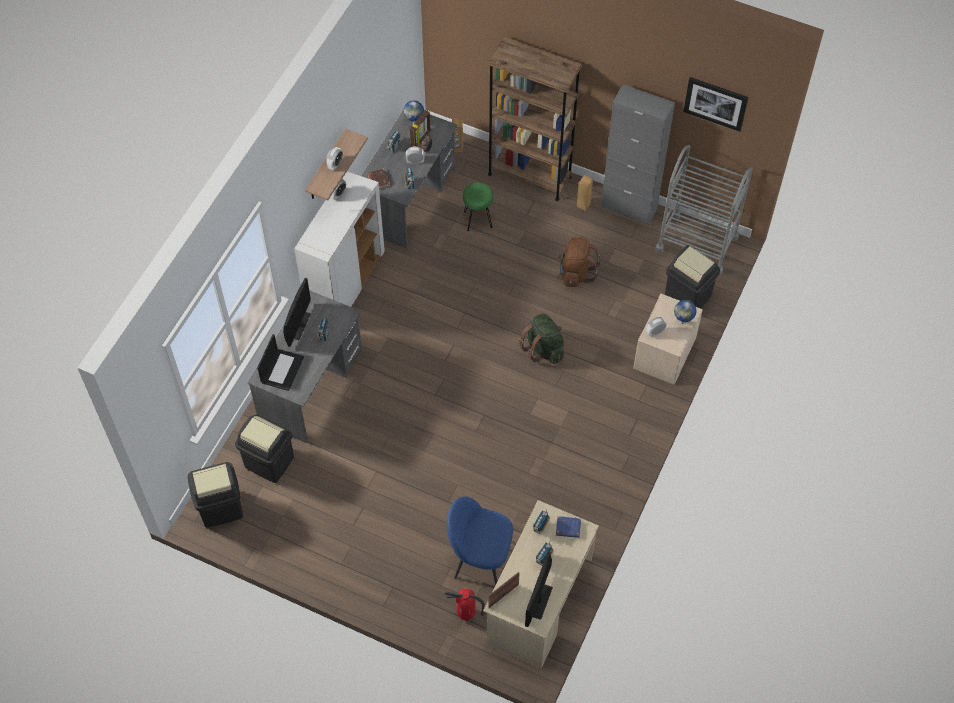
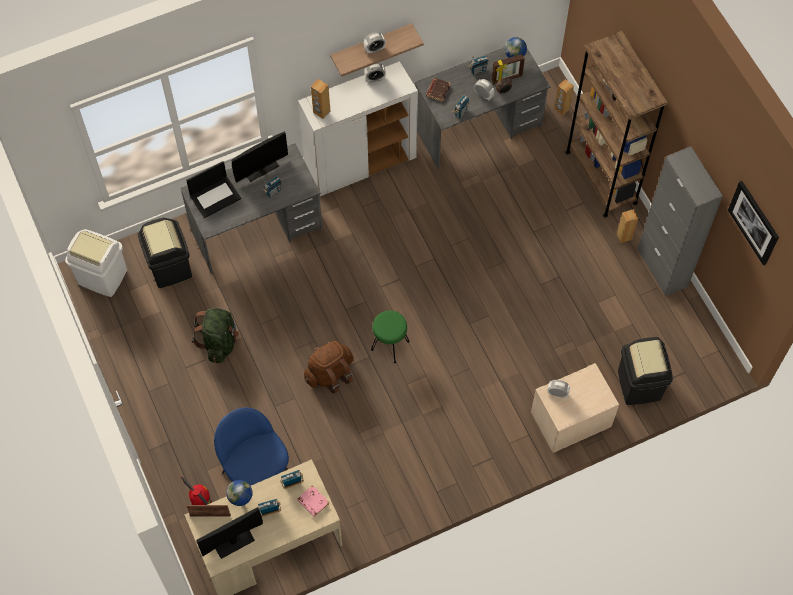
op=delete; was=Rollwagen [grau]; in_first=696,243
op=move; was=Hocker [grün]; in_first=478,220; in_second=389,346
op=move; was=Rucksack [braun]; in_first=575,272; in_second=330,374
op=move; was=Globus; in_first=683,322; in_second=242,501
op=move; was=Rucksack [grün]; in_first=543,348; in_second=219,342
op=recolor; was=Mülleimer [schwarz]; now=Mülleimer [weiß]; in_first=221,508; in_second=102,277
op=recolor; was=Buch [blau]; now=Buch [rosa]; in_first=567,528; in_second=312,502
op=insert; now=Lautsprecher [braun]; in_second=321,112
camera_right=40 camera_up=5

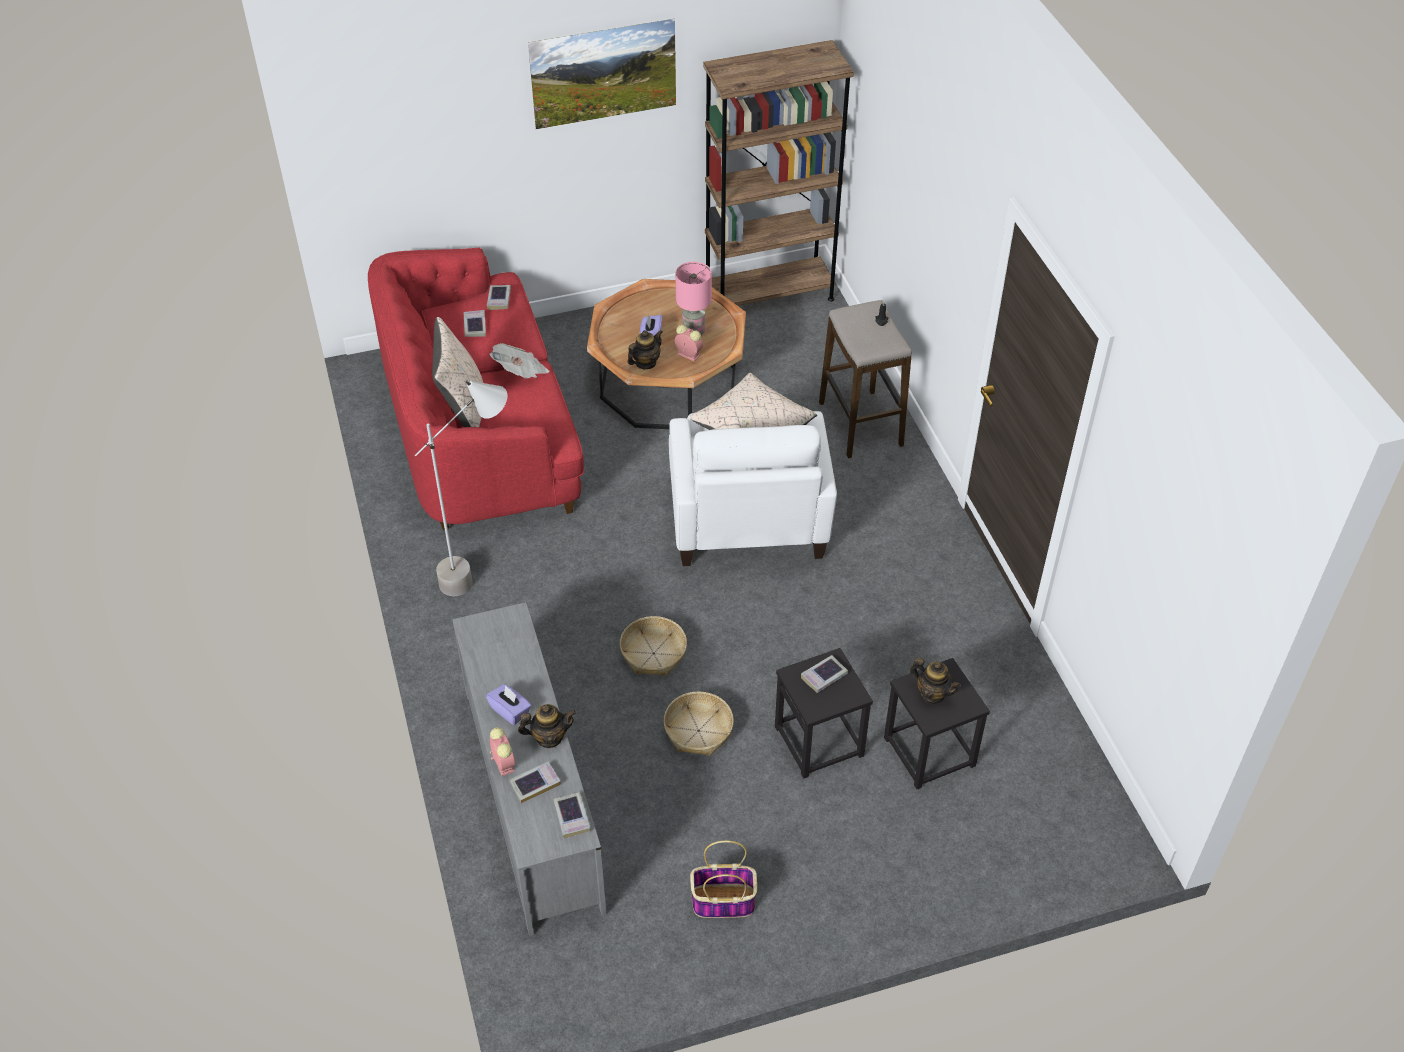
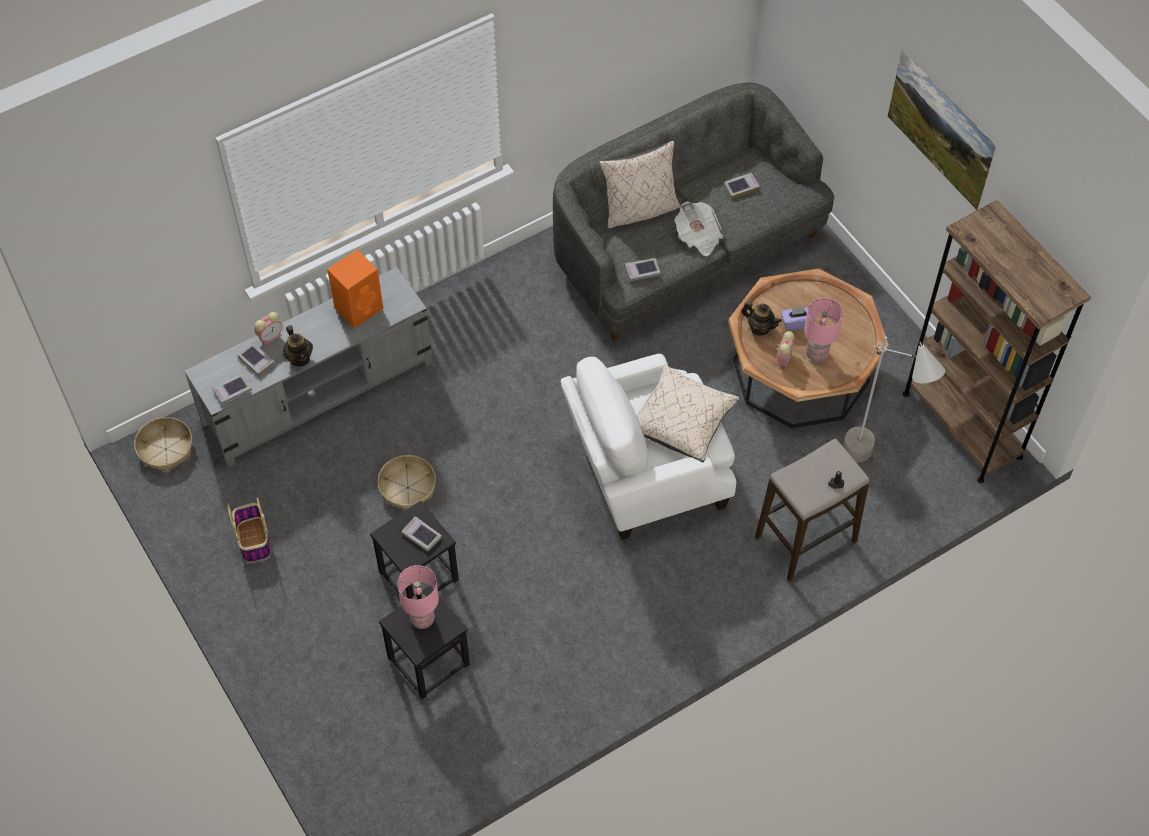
op=recolor; was=Sofa [rot]; now=Sofa [grau]; in_first=480,431; in_second=685,249
op=move; was=Buch; in_first=499,299; in_second=642,271
op=move; was=Stehlampe [grau]; in_first=482,574; in_second=874,466
op=move; was=Korb; in_first=653,654; in_second=165,449
op=replace; was=Teekanne; now=Tischlampe [rosa]; in_first=932,694; in_second=423,619
op=delete; was=Taschentuchbox [lila]; in_first=510,711
op=insert; now=Lautsprecher [orange]; in_second=360,307
camera_right=75 camera_up=10

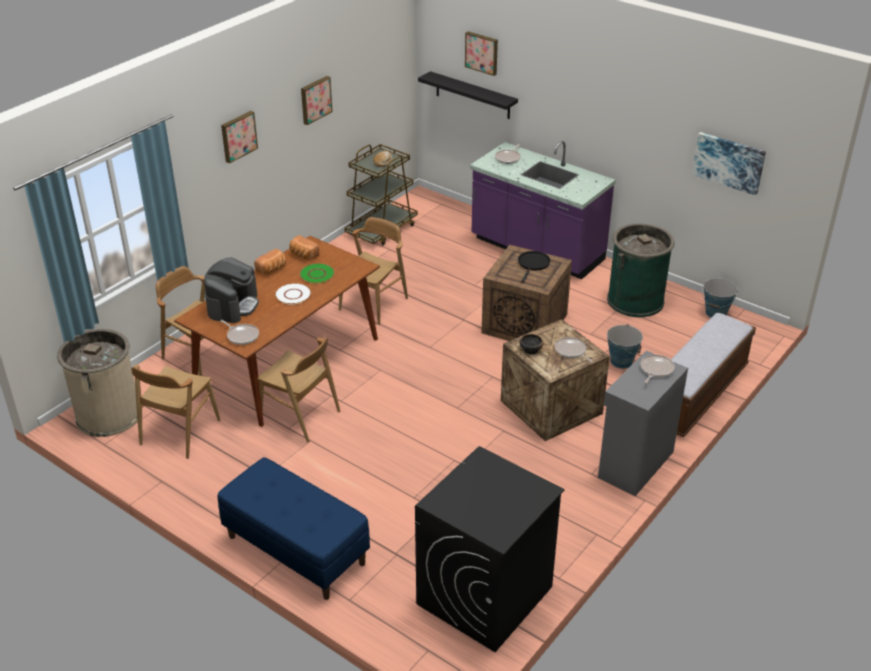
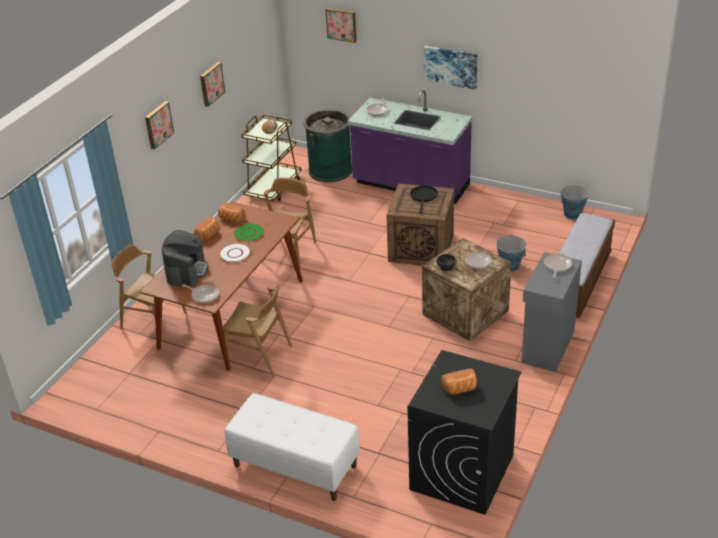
op=delete; was=Wandregal [schwarz]; in_first=472,95
op=move; was=Bild; in_first=729,162; in_second=450,66
op=move; was=Mülleimer [grün]; in_first=635,300; in_second=330,170
op=delete; was=Mülleimer [beige]; in_first=108,415
op=delete; was=Stuhl [braun]; in_first=179,432
op=recolor; was=Bank [blau]; now=Bank [weiß]; in_first=295,550; in_second=294,466
op=insert; now=Brot; in_second=460,389
camera_right=-10 camera_up=0

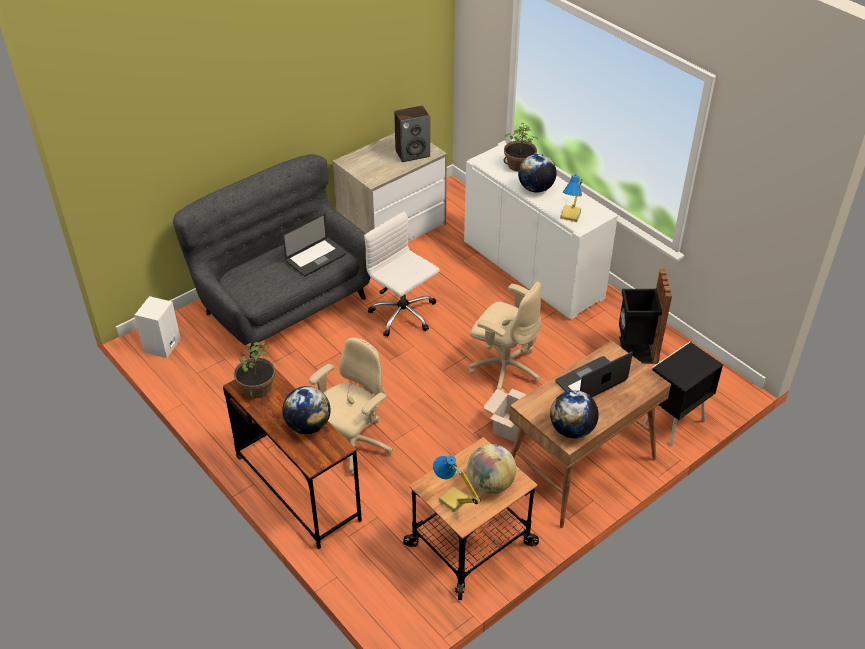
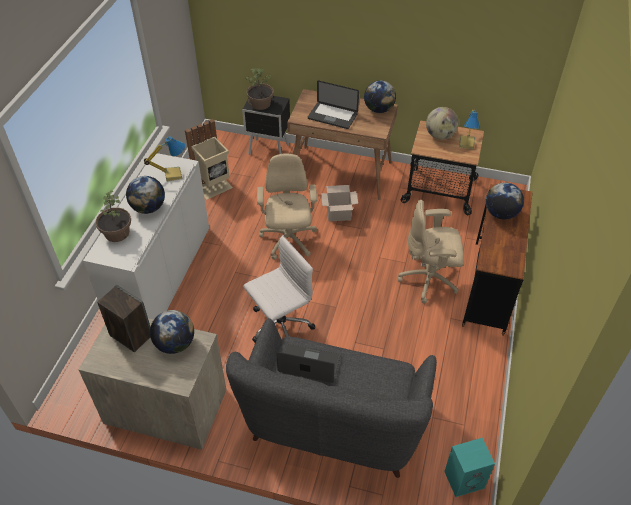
op=rotate; was=Bürostuhl [weiß]; in_first=404,315; in_second=279,327; clockwise=-135
op=recolor; was=Mülleimer [schwarz]; now=Mülleimer [beige]; in_first=636,350; in_second=214,187
op=recolor; was=Lautsprecher [weiß]; now=Lautsprecher [türkis]; in_first=162,346; in_second=464,478
op=move; was=Topfpflanze; in_first=256,387; in_second=261,104
op=insert; now=Globus; in_second=175,344
camera_right=-125 camera_up=5

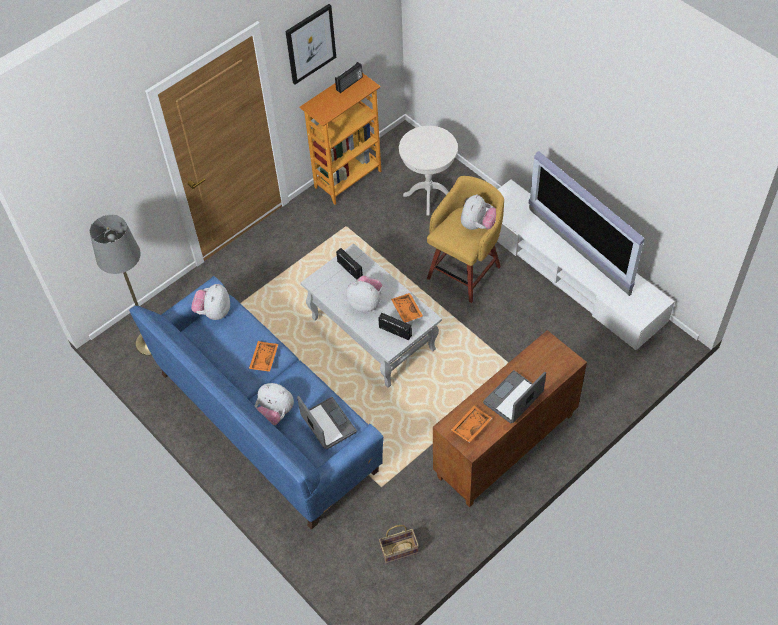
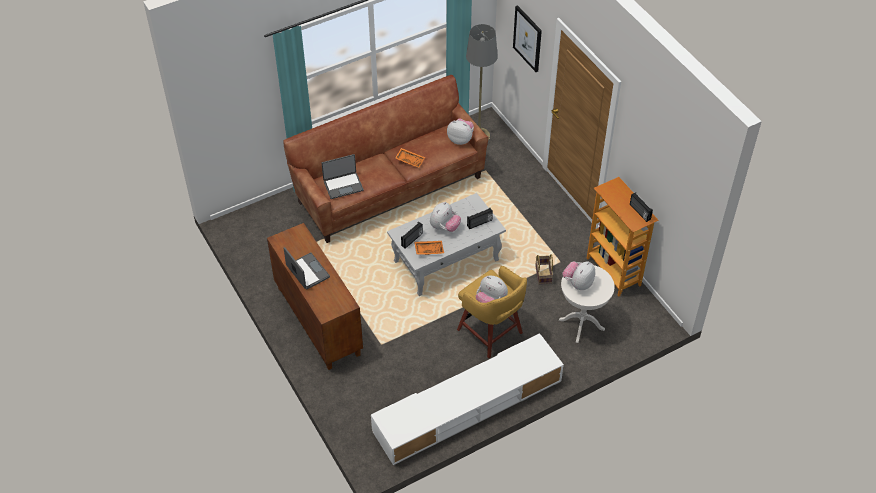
op=move; was=Bild; in_first=310,43; in_second=528,38
op=delete; was=Fernseher; in_first=578,252
op=recolor; was=Sofa [blau]; now=Sofa [braun]; in_first=267,422; in_second=389,189
op=move; was=Plüschtier; in_first=275,413; in_second=578,283
op=delete; was=Tablett [orange]; in_first=470,426
op=move; was=Korb; in_first=398,551; in_second=542,274
camera_right=100 camera_up=-5

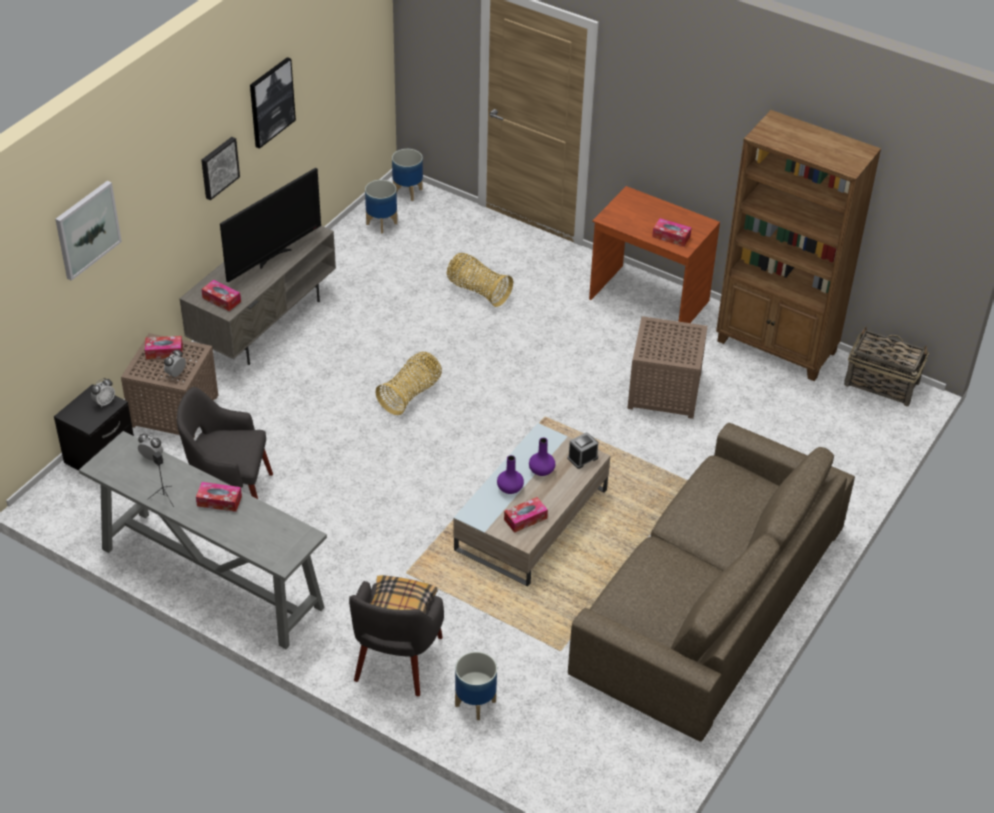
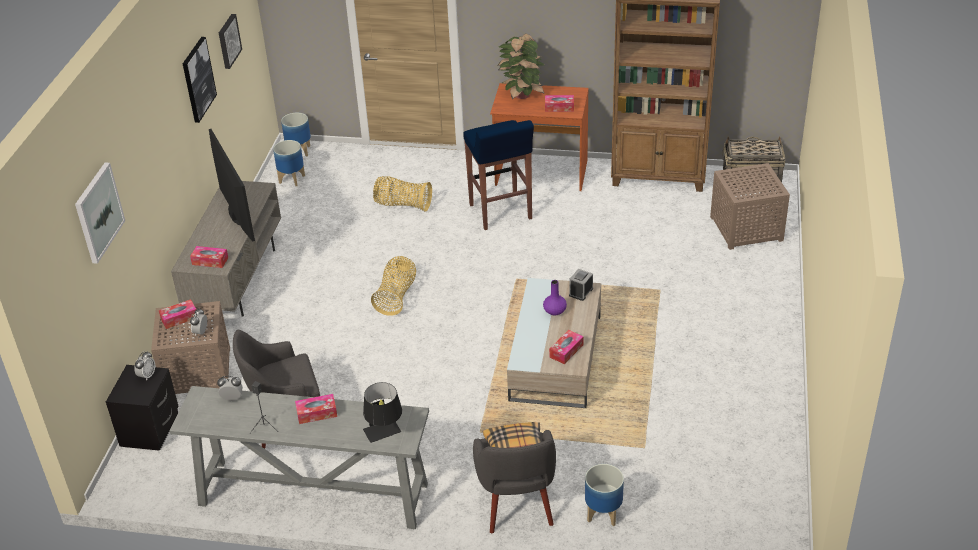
op=move; was=Bild; in_first=218,167; in_second=228,41
op=rotate; was=Fernseher; in_first=273,257; in_second=235,216; clockwise=-45
op=move; was=Beistelltisch [braun]; in_first=663,392; in_second=745,229
op=delete; was=Sofa [braun]; in_first=708,600
op=delete; was=Vase [lila]; in_first=509,488
op=insert; now=Topfpflanze; in_second=521,96
op=insert; now=Hocker [blau]; in_second=500,212
op=insert; now=Tischlampe [schwarz]; in_second=385,435
camera_right=-20 camera_up=-5

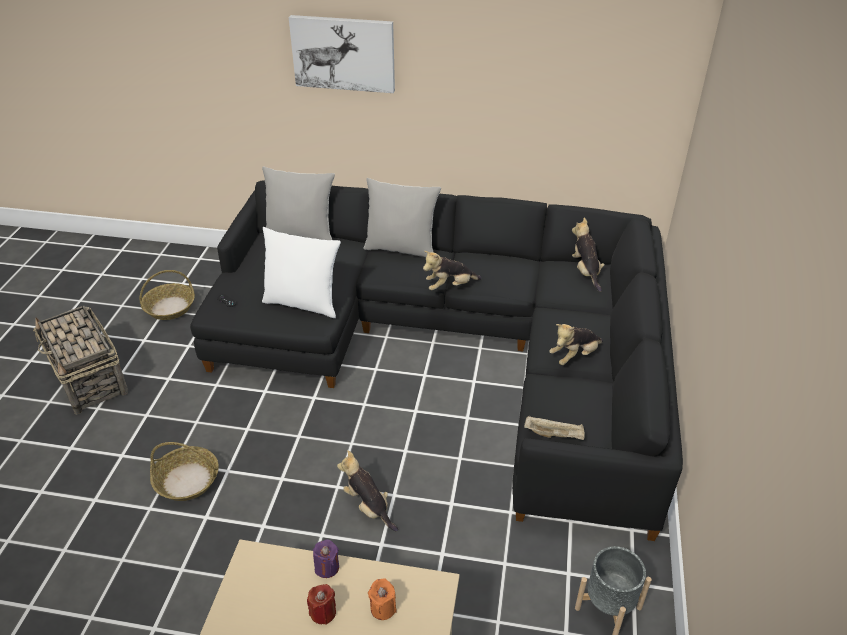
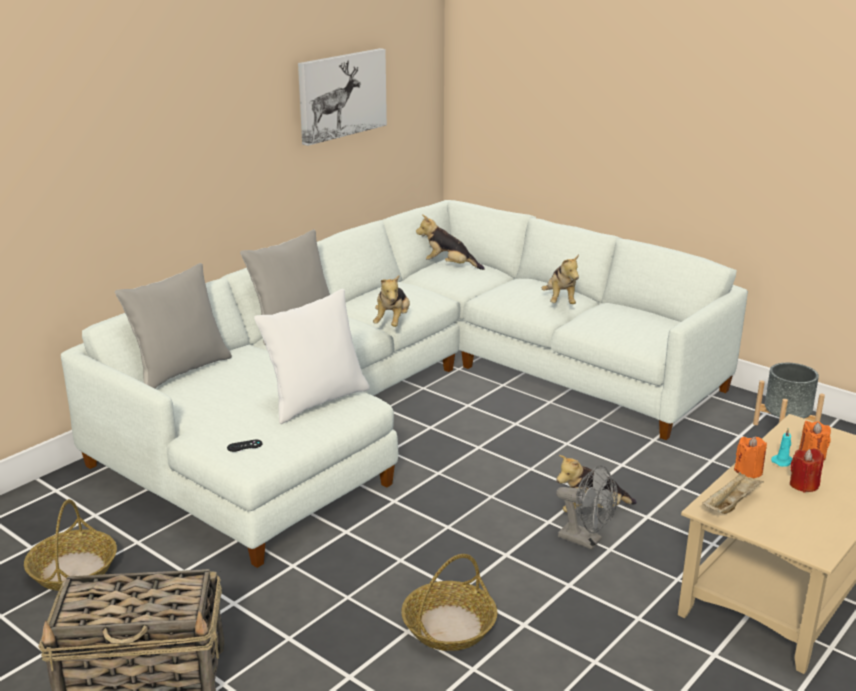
op=move; was=Bild; in_first=343,53; in_second=341,95
op=recolor; was=Sofa [schwarz]; now=Sofa [weiß]; in_first=455,347; in_second=406,399
op=move; was=Tablett [beige]; in_first=554,435; in_second=730,504
op=recolor; was=Kerze [lila]; now=Kerze [orange]; in_first=327,567; in_second=748,471
op=insert; now=Kerze [türkis]; in_second=783,461
op=insert; now=Ventilator [grau]; in_second=586,540
camera_right=-60 camera_up=-15

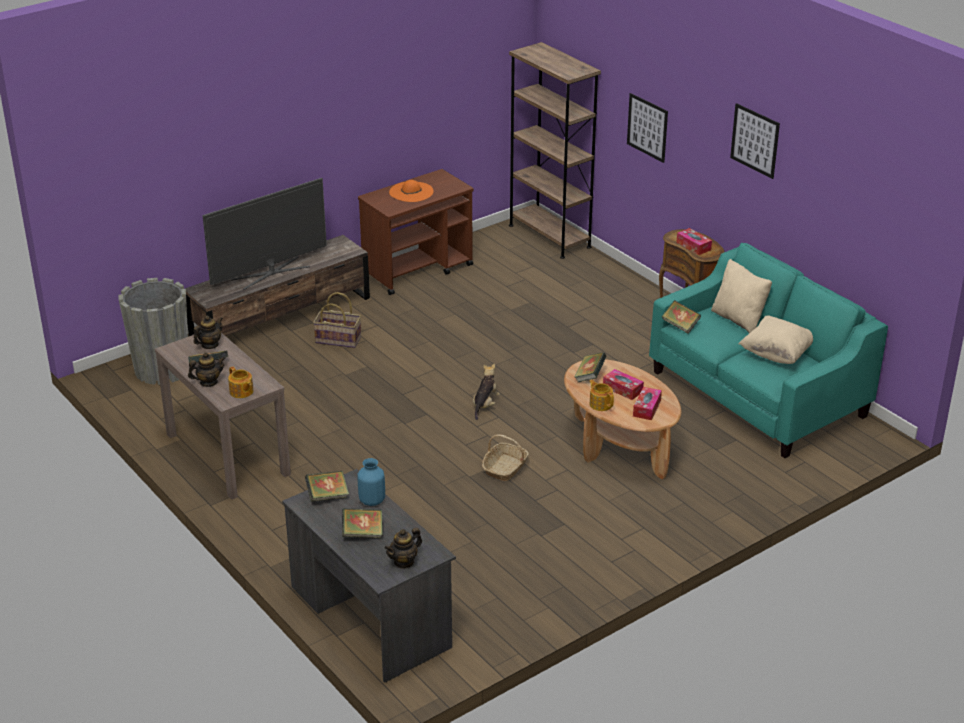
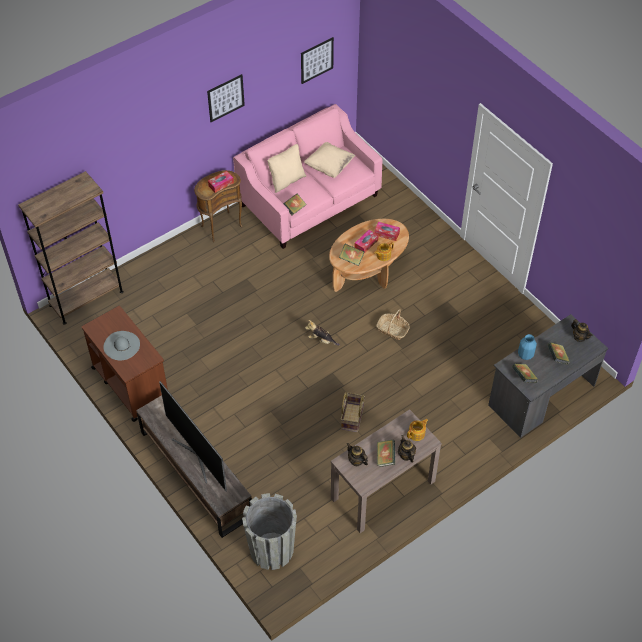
op=move; was=Bild; in_first=647,127; in_second=317,60
op=recolor; was=Hut [orange]; now=Hut [grau]; in_first=411,192; in_second=121,345
op=recolor; was=Sofa [türkis]; now=Sofa [rosa]; in_first=758,394; in_second=309,200
op=move; was=Korb; in_first=338,339; in_second=351,417
camera_right=-90 camera_up=20

